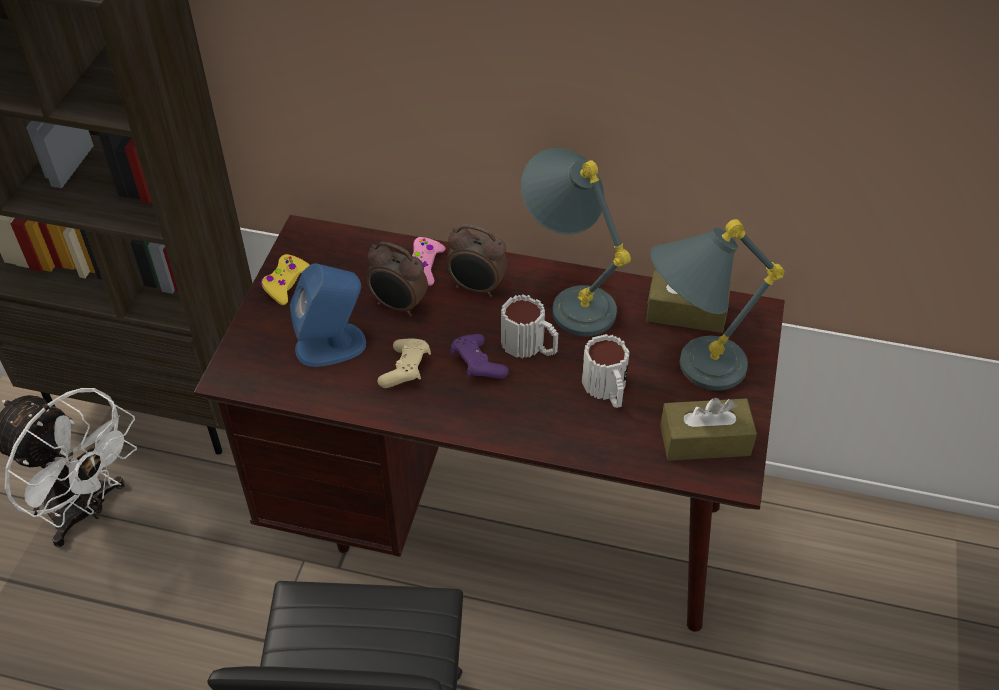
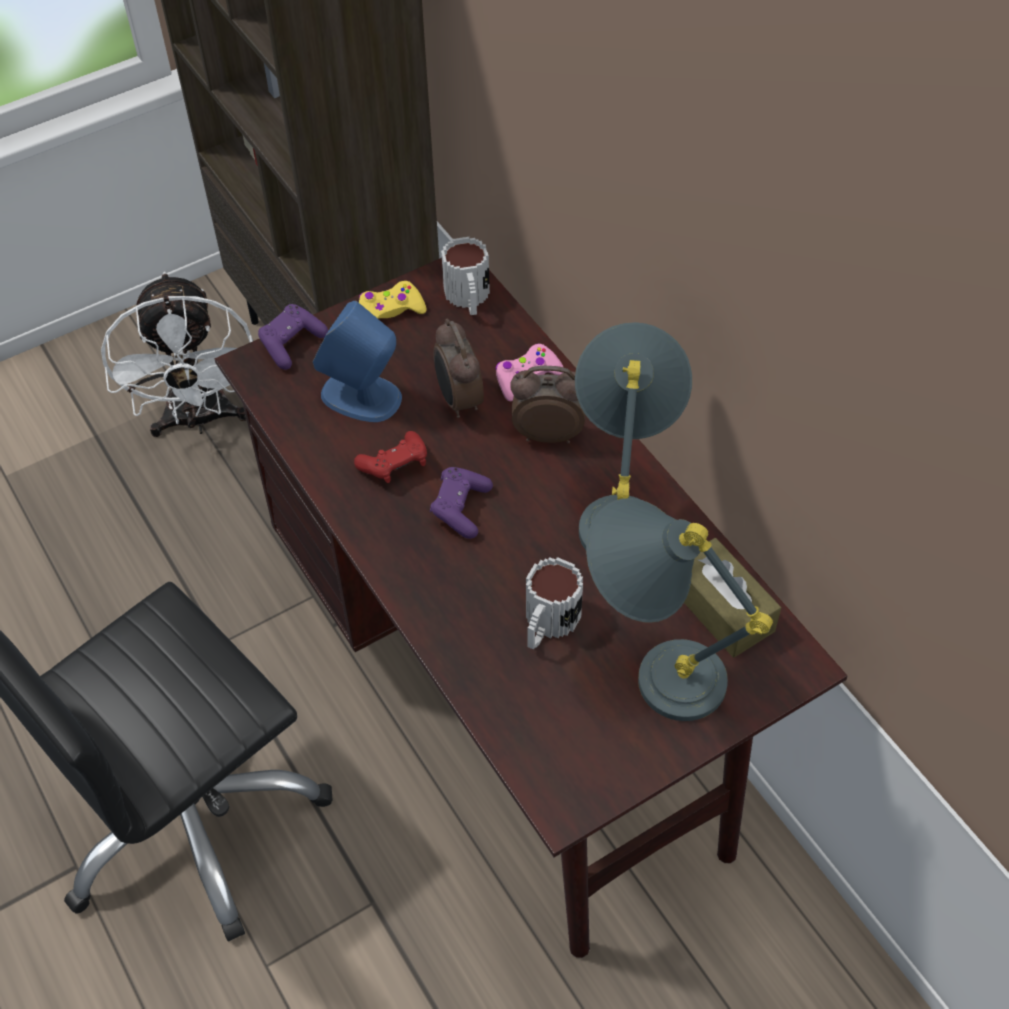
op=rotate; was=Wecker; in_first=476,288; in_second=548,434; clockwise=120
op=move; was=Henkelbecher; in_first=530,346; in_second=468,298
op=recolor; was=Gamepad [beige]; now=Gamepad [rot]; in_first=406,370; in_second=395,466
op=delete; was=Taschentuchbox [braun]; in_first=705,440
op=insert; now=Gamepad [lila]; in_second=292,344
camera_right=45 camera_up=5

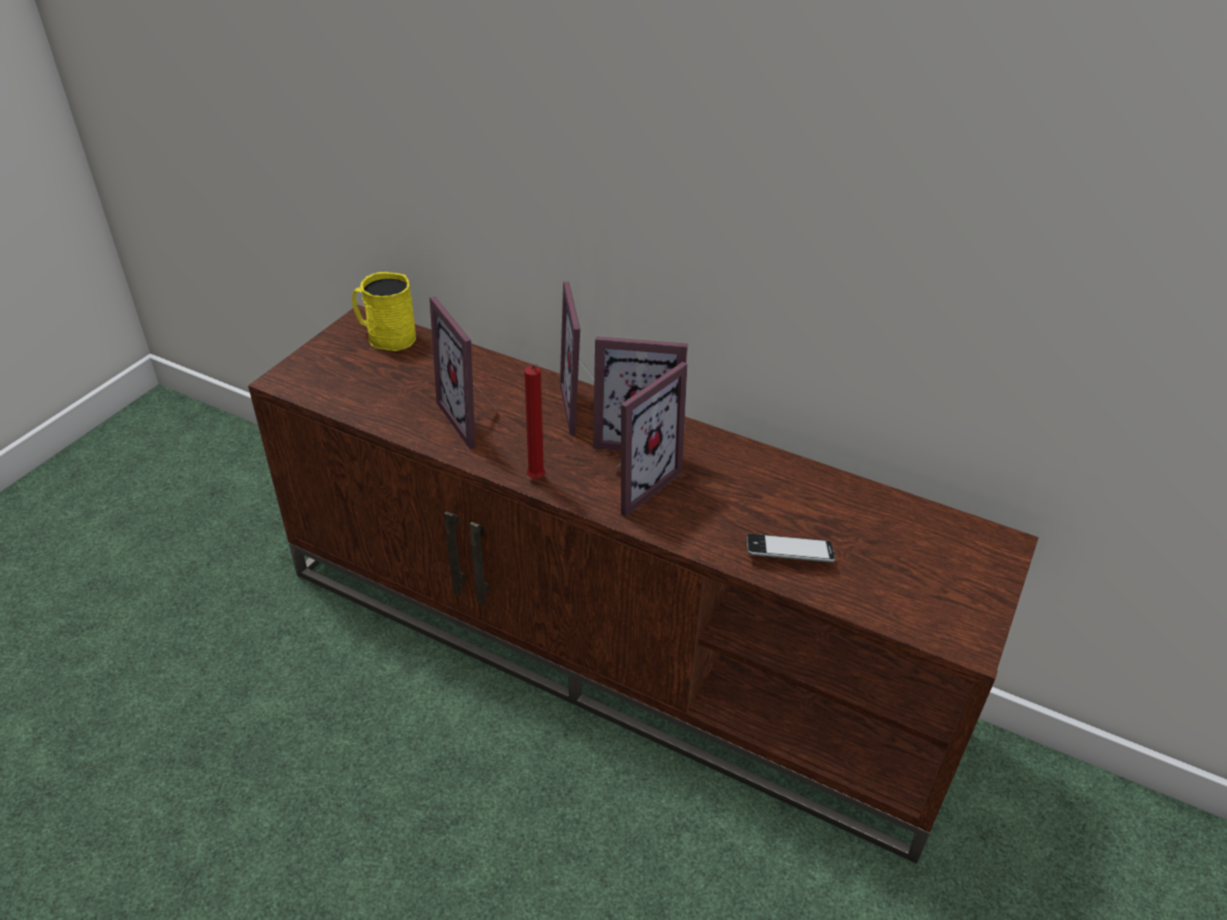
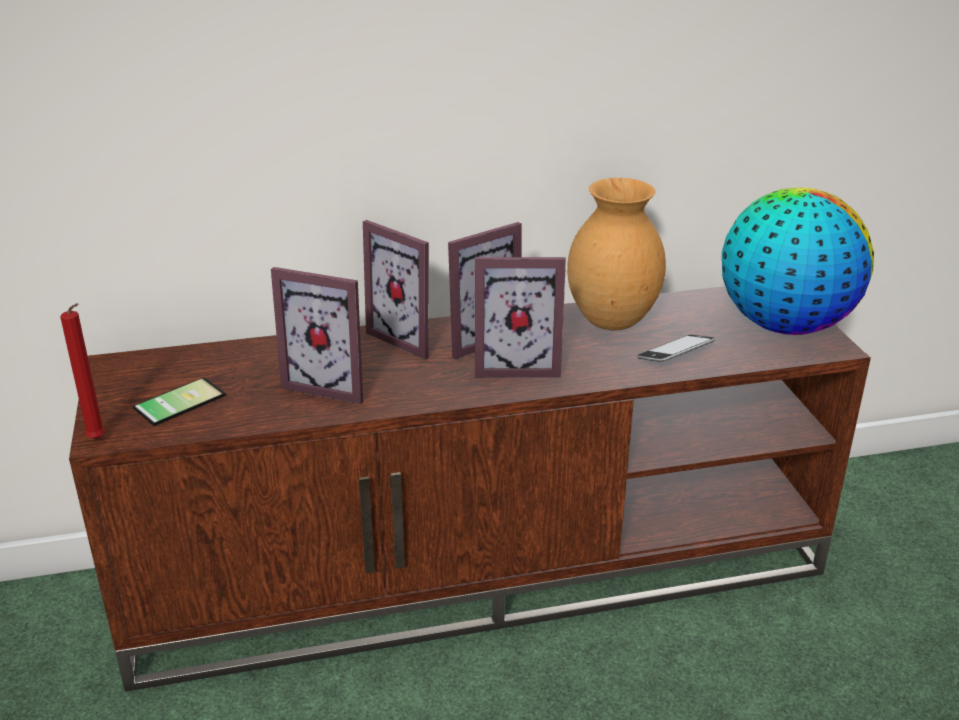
op=delete; was=Henkelbecher [gelb]; in_first=386,336
op=rotate; was=Bilderrahmen; in_first=634,482; in_second=517,364; clockwise=90
op=move; was=Kerze [rot]; in_first=536,480; in_second=98,440
op=insert; now=Vase [braun]; in_second=610,322
op=insert; now=Globus; in_second=784,325
op=insert; now=Handy; in_second=177,400
camera_right=-40 camera_up=-10

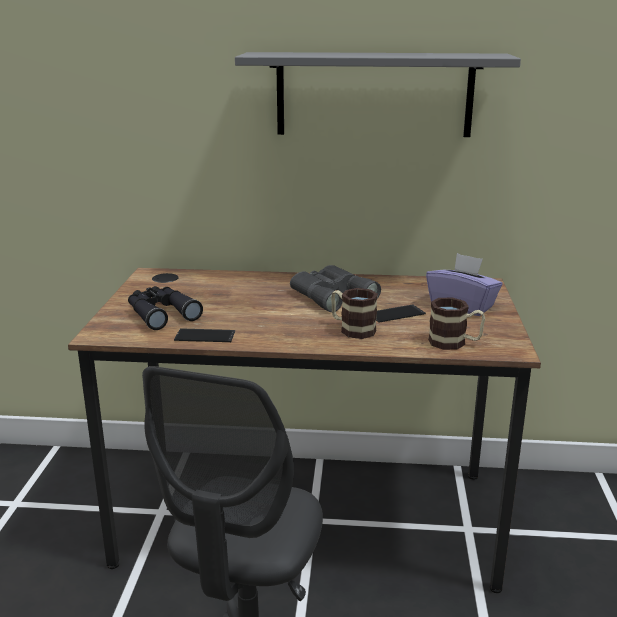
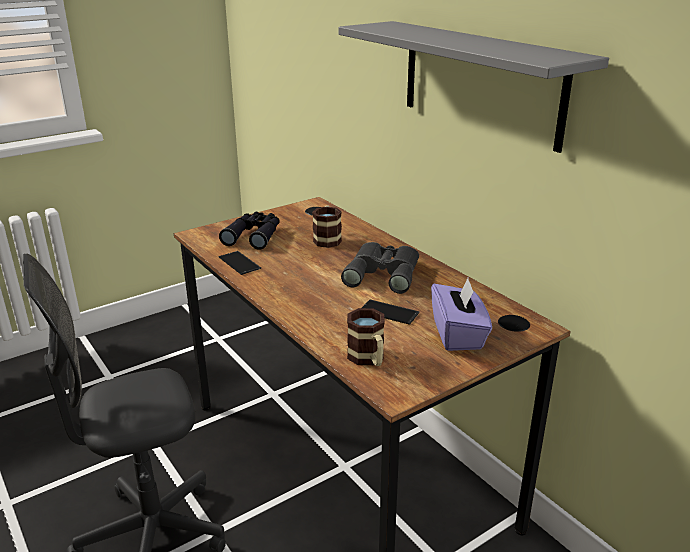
op=move; was=Henkelbecher; in_first=352,329; in_second=327,238
camera_right=50 camera_up=5

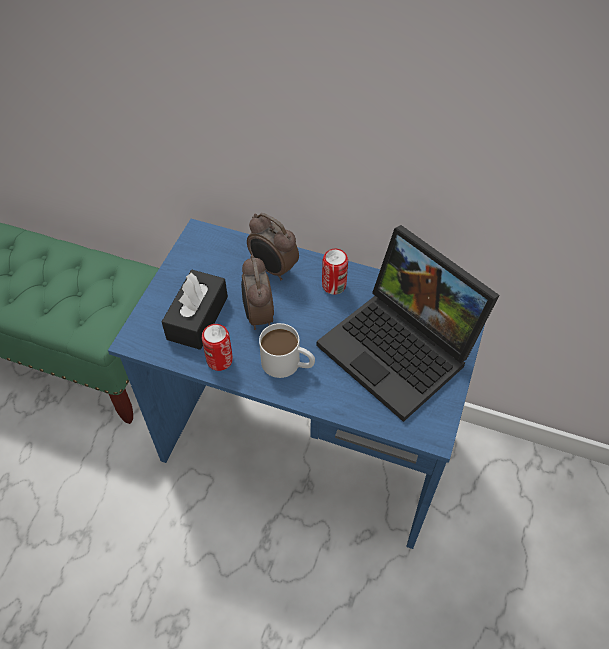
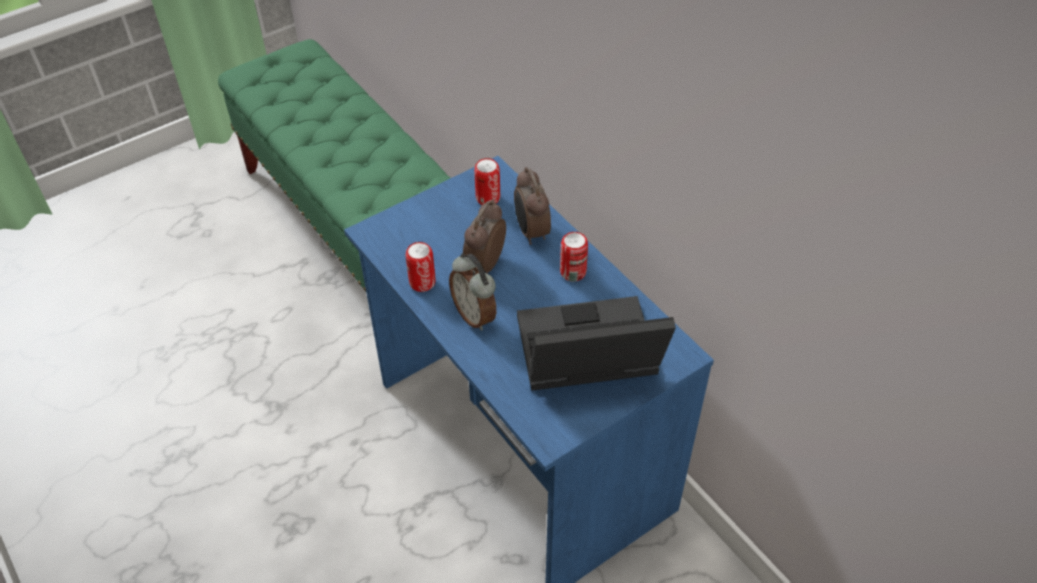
op=rotate; was=Laptop; in_first=402,350; in_second=585,357; clockwise=90
op=delete; was=Taschentuchbox [schwarz]; in_first=197,318
op=replace; was=Henkelbecher [weiß]; now=Wecker; in_first=288,364; in_second=475,315
op=insert; now=Dose; in_second=488,198
camera_right=35 camera_up=-5

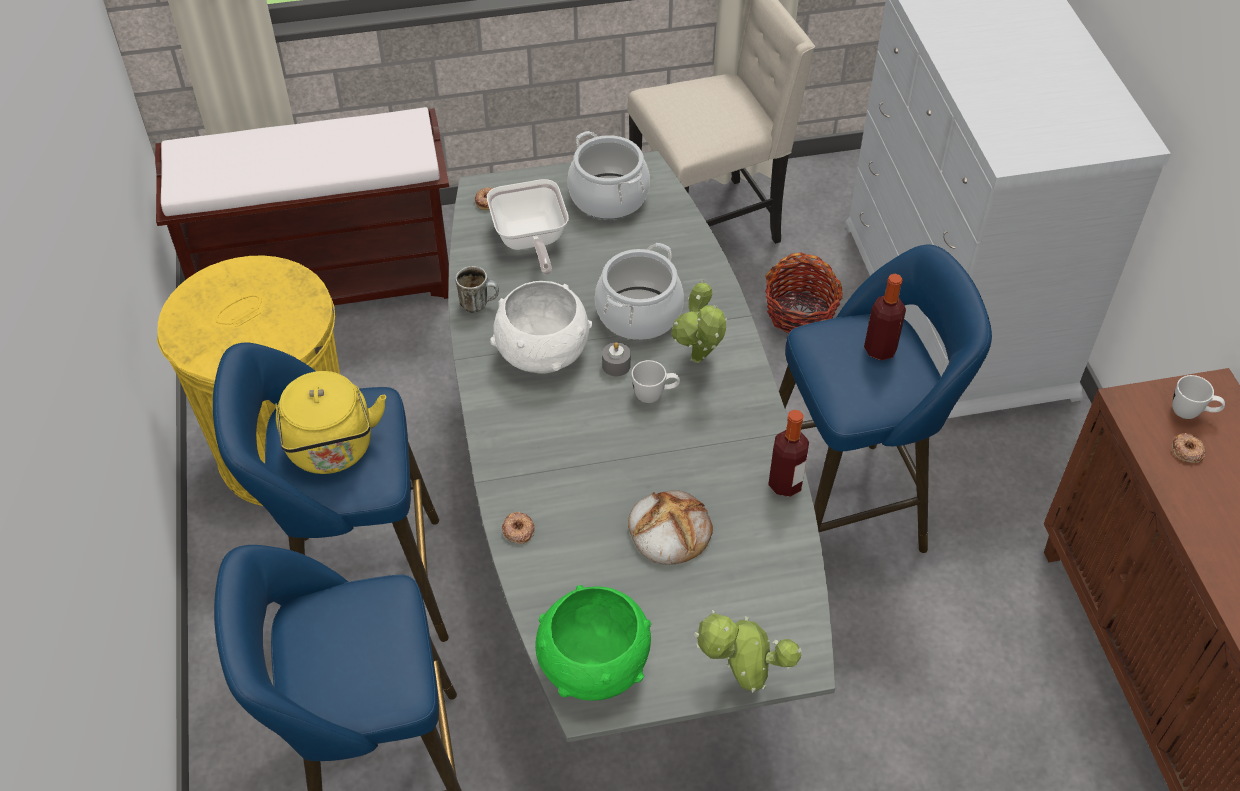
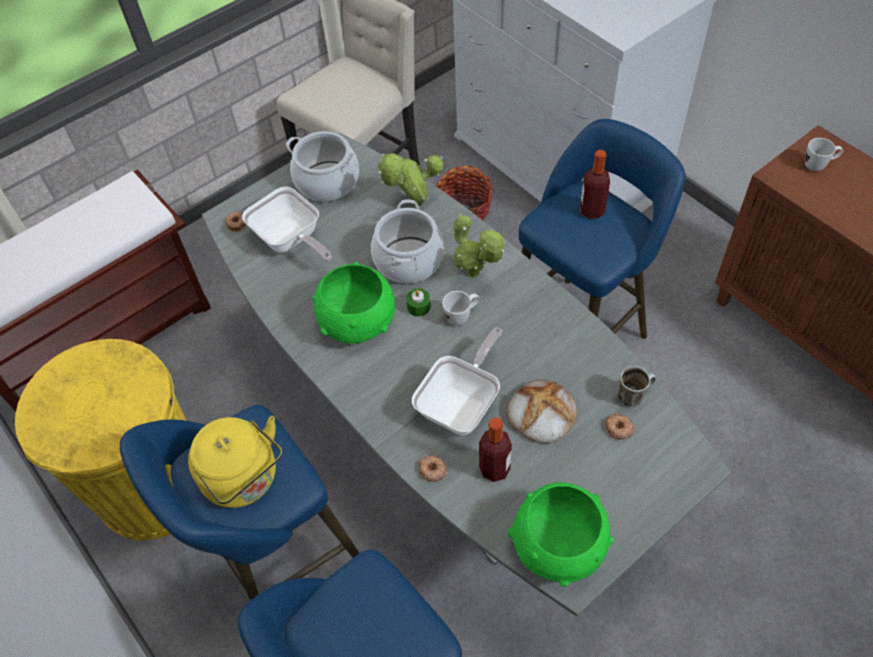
op=move; was=Henkelbecher; in_first=479,304; in_second=633,394
op=recolor; was=Schüssel [weiß]; now=Schüssel [grün]; in_first=542,353; in_second=358,322
op=recolor; was=Kerze [grau]; now=Kerze [grün]; in_first=616,365; in_second=418,307
op=move; was=Flasche; in_first=785,484; in_second=494,469
op=move; was=Donut; in_first=1187,451; in_second=618,428
op=move; was=Topfpflanze; in_first=743,683; in_second=413,205
op=insert; now=Pfanne; in_second=462,404
camera_right=-25 camera_up=5

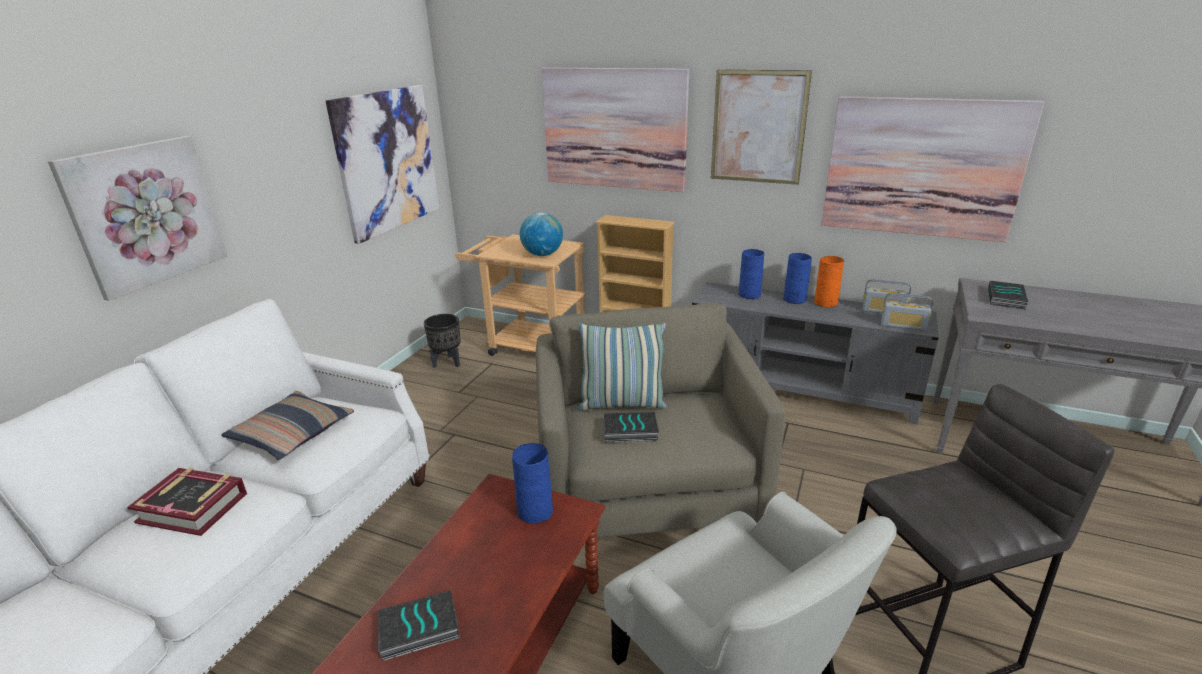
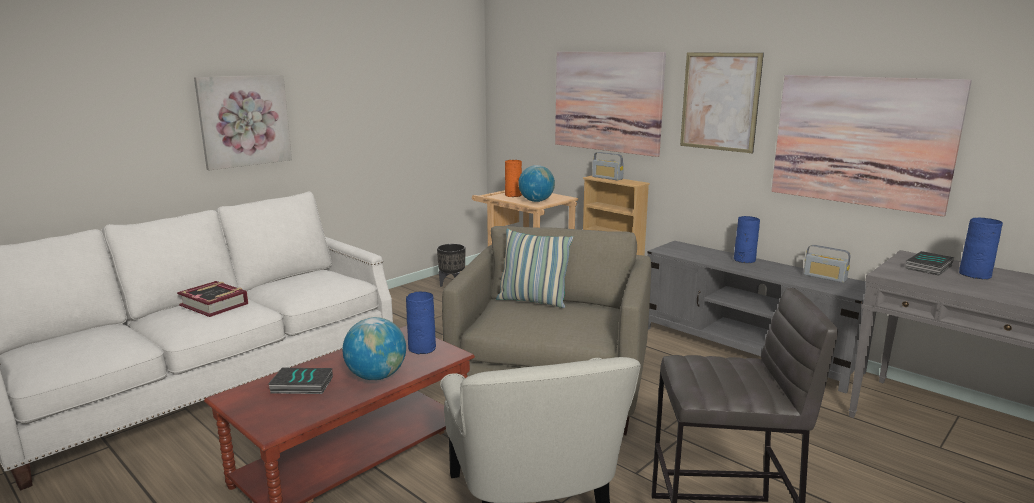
op=delete; was=Bild; in_first=387,161
op=move; was=Vase [blau]; in_first=749,294; in_second=975,274
op=move; was=Vase [orange]; in_first=826,303; in_second=514,195
op=move; was=Radio; in_first=903,326; in_second=607,178
op=delete; was=Kissen; in_first=292,434
op=delete; was=Buch; in_first=629,432
op=insert; now=Globus; in_second=376,376
camera_right=20 camera_up=-10

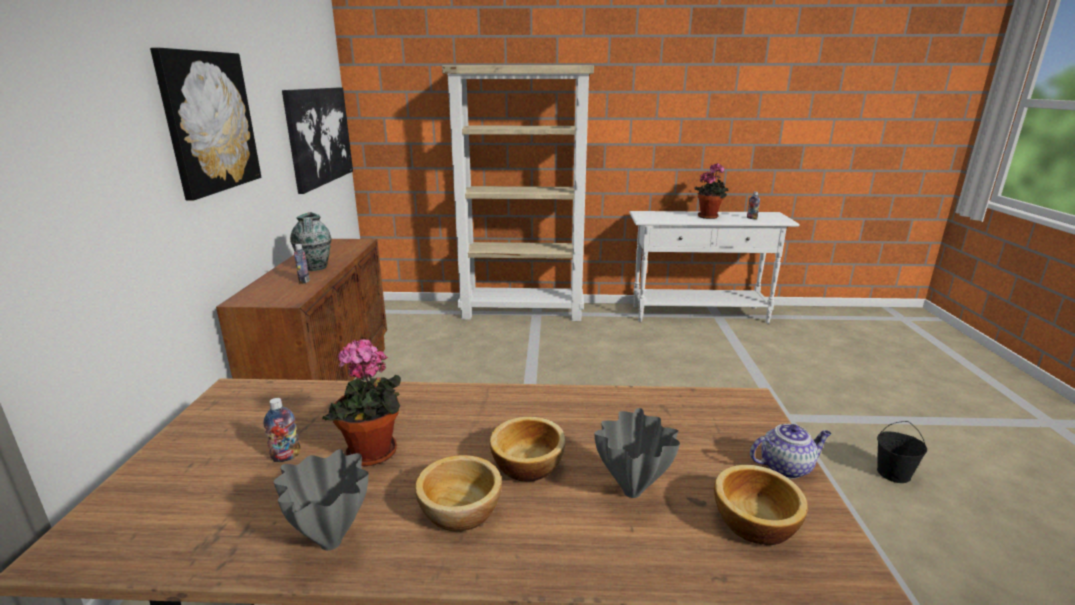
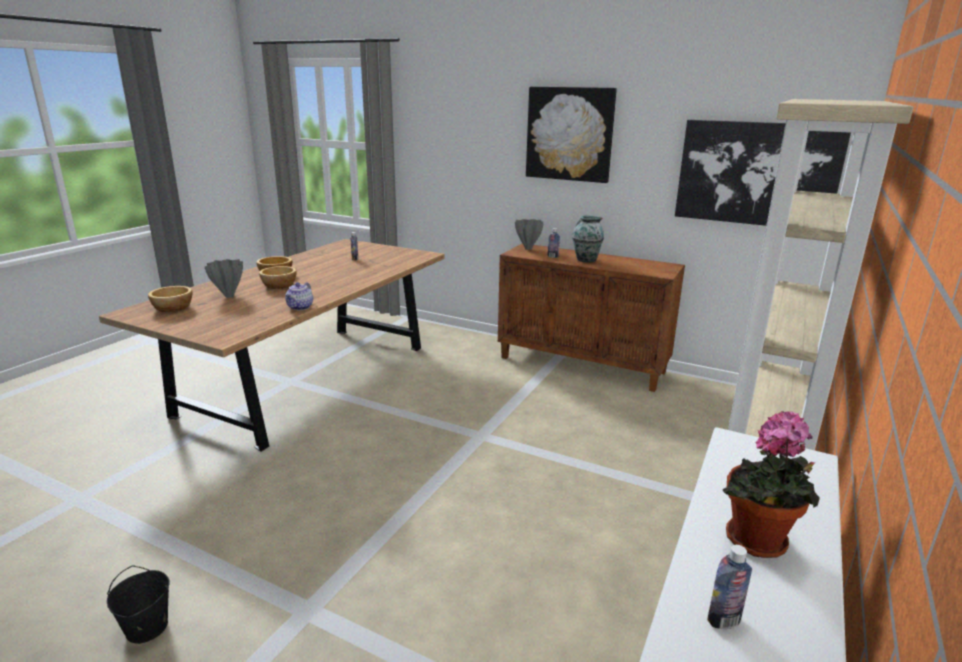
op=delete; was=Topfpflanze; in_first=372,455
op=move; was=Teekanne; in_first=786,467; in_second=300,307
op=move; was=Vase [grau]; in_first=332,543; in_second=527,249
camera_right=115 camera_up=0

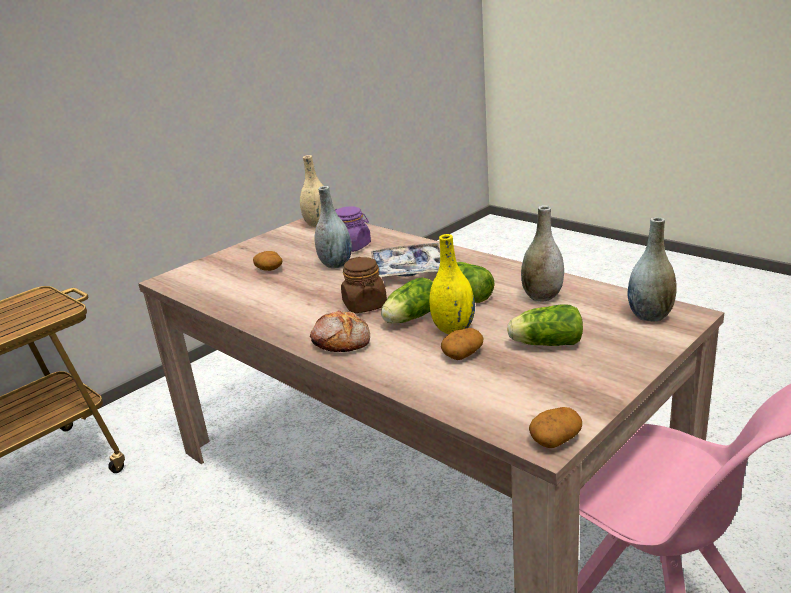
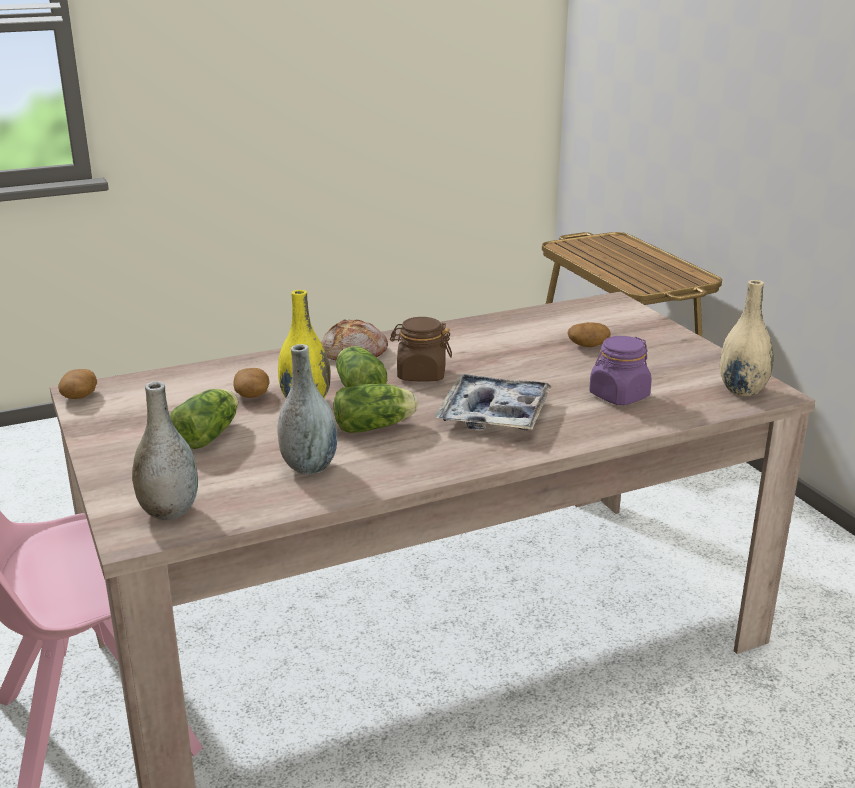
op=delete; was=Vase [grau]; in_first=336,264
camera_right=110 camera_up=0

